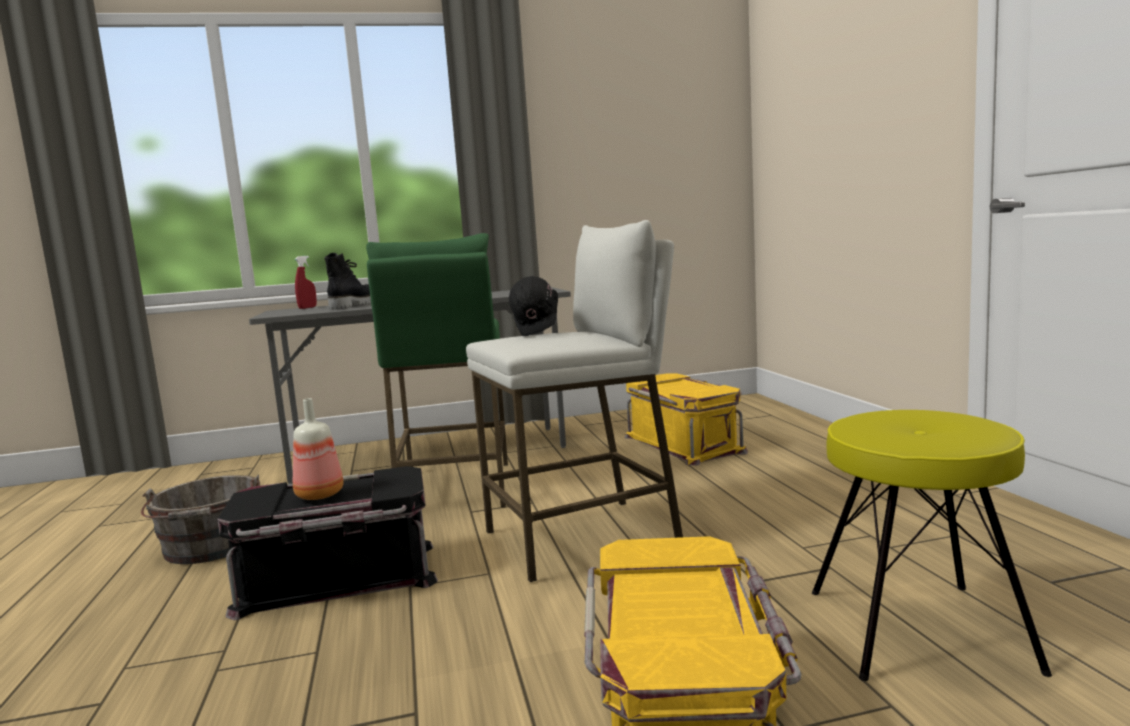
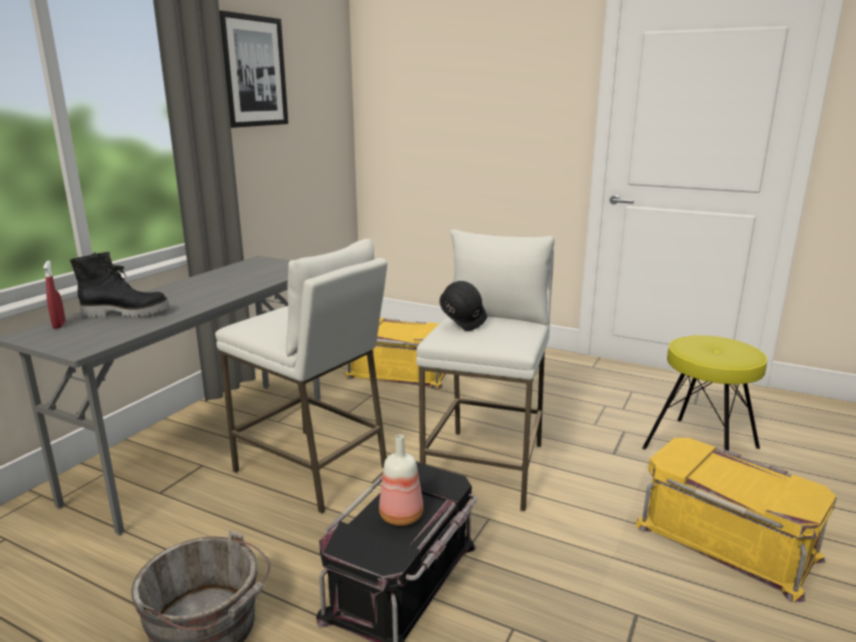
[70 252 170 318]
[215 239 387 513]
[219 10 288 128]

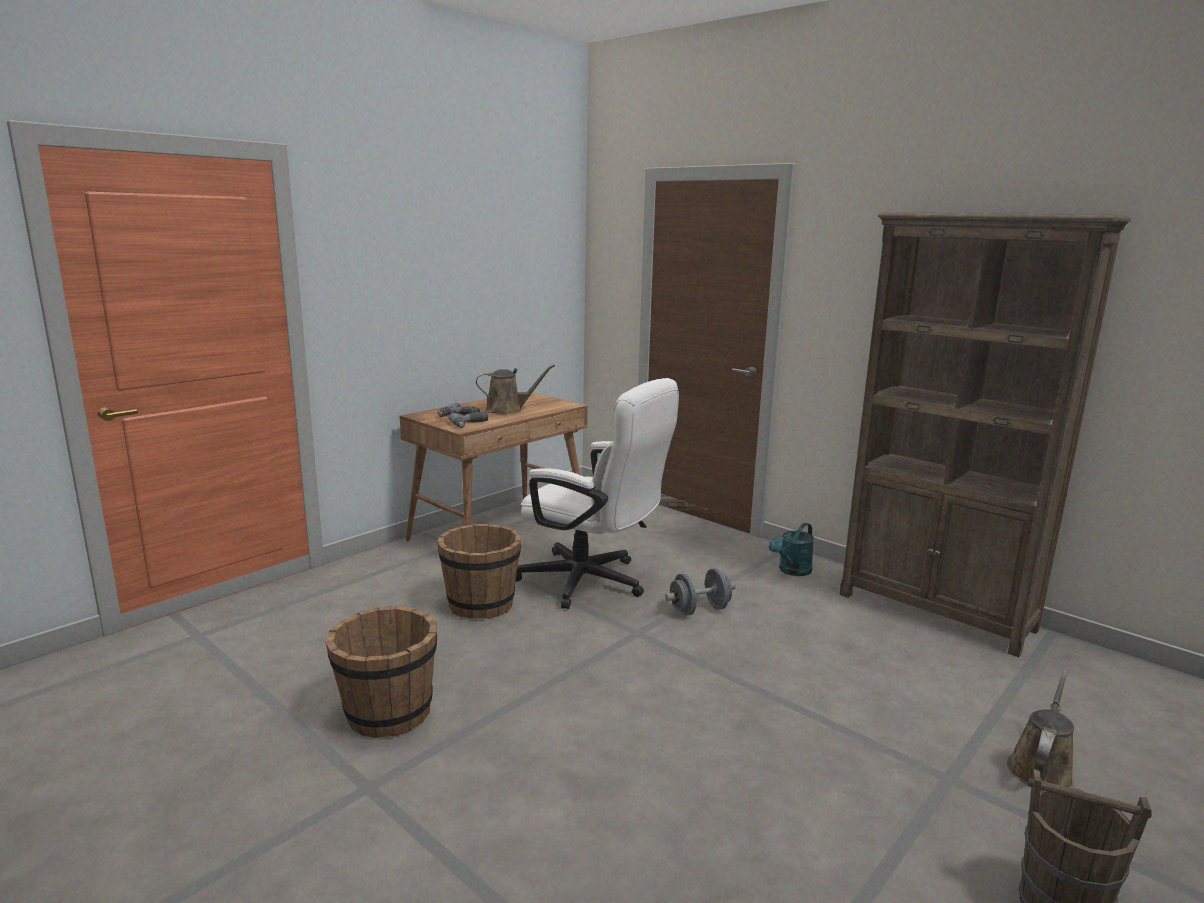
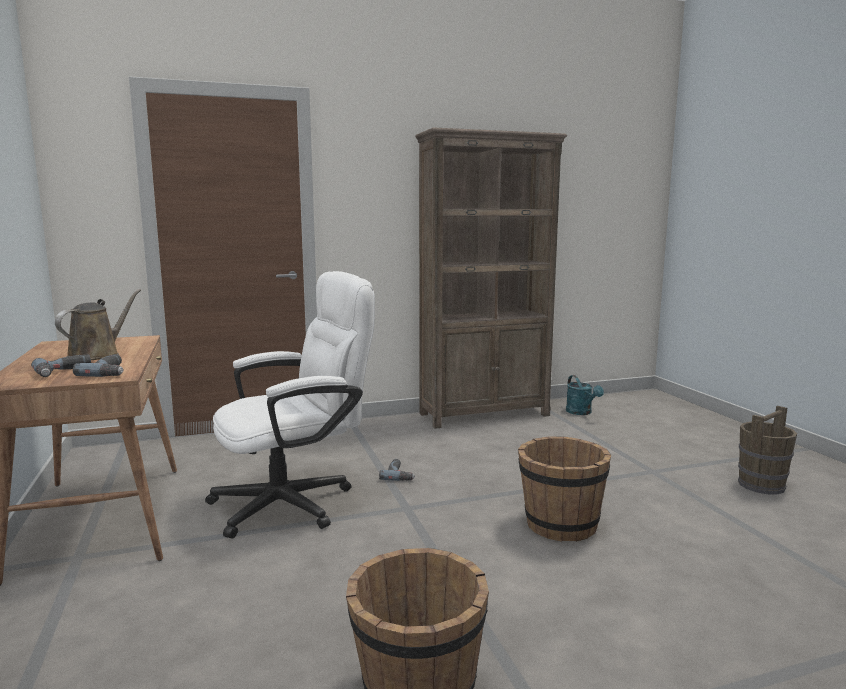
[518 436 611 542]
[379 459 415 481]
[566 375 604 415]
[1007 670 1074 788] (first image)

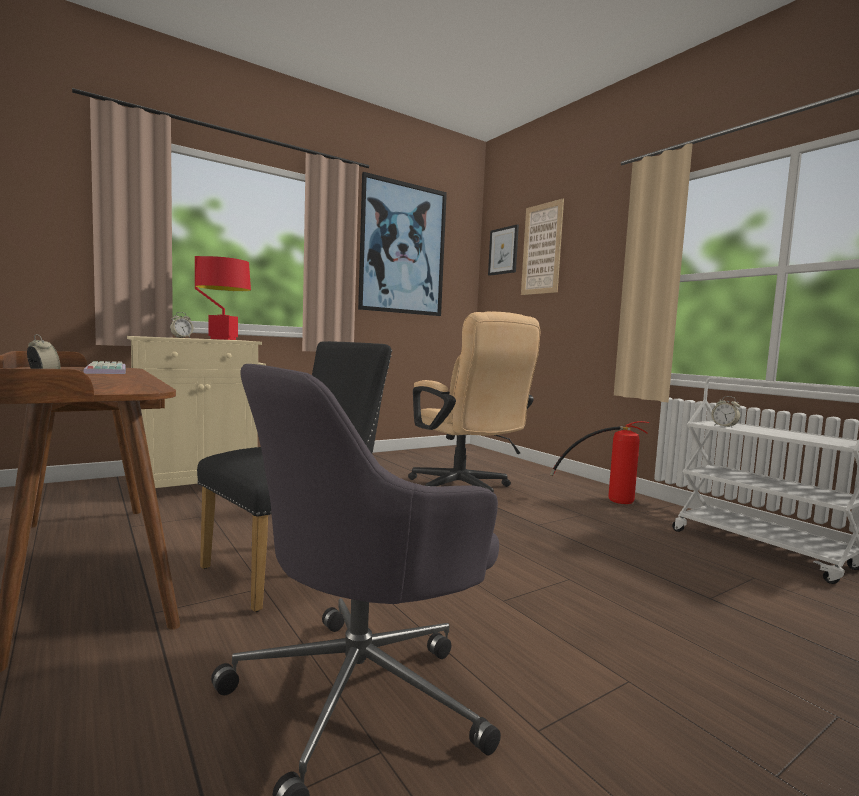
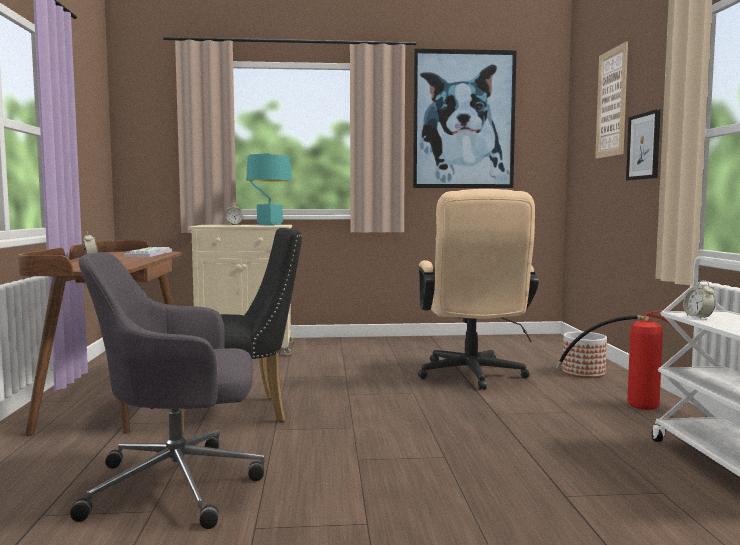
[246 153 292 225]
[626 109 661 180]
[562 332 607 378]

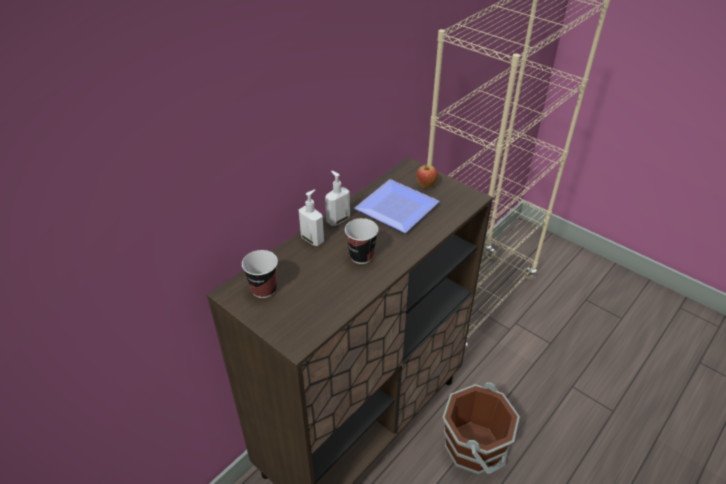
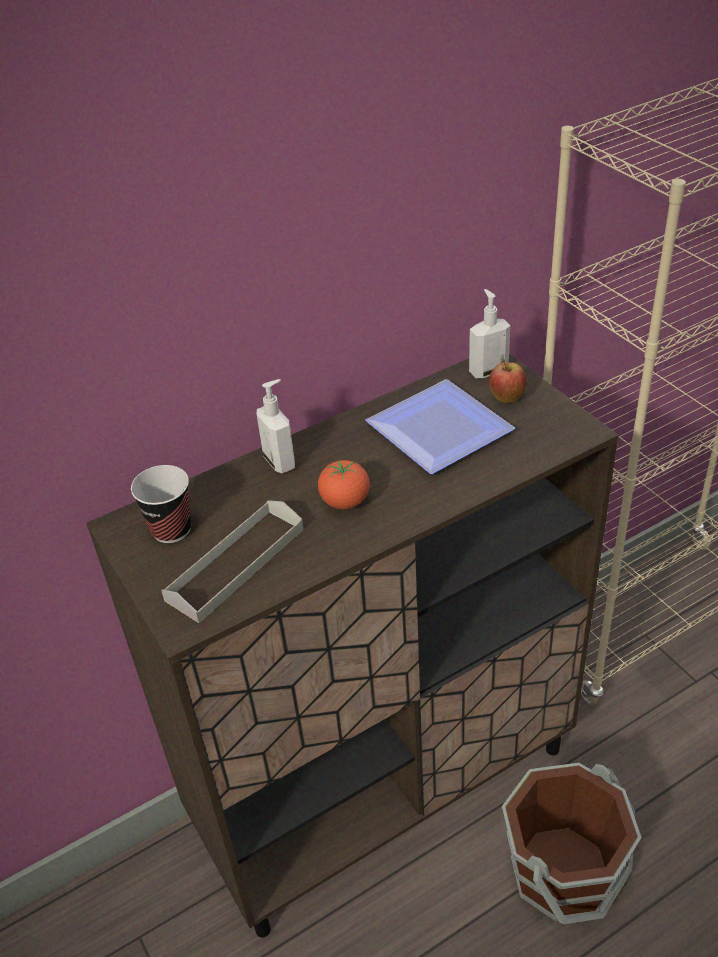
[469 289 510 378]
[318 459 370 509]
[161 500 304 623]

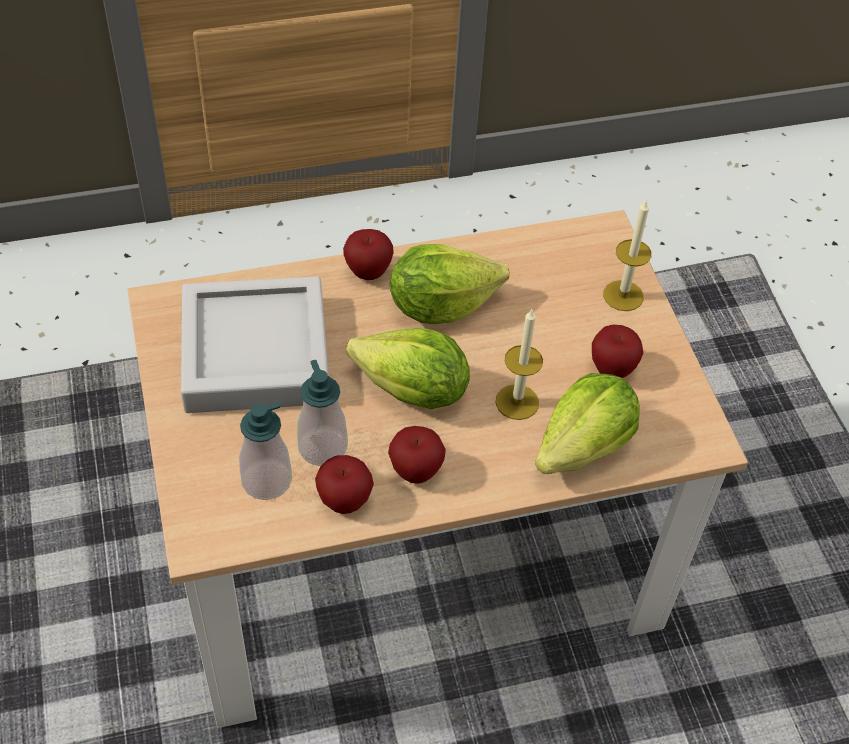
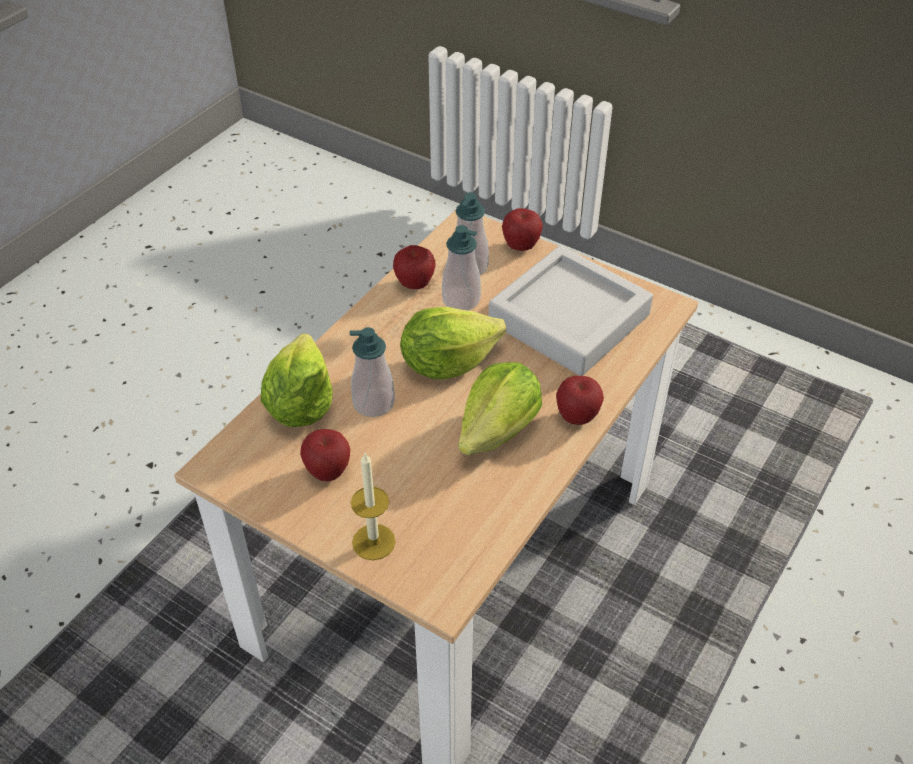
[502 208 543 251]
[349 327 395 417]

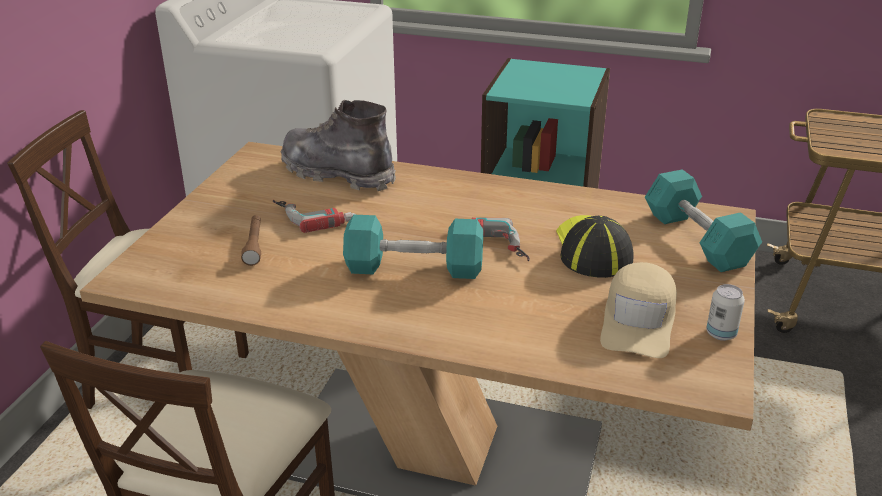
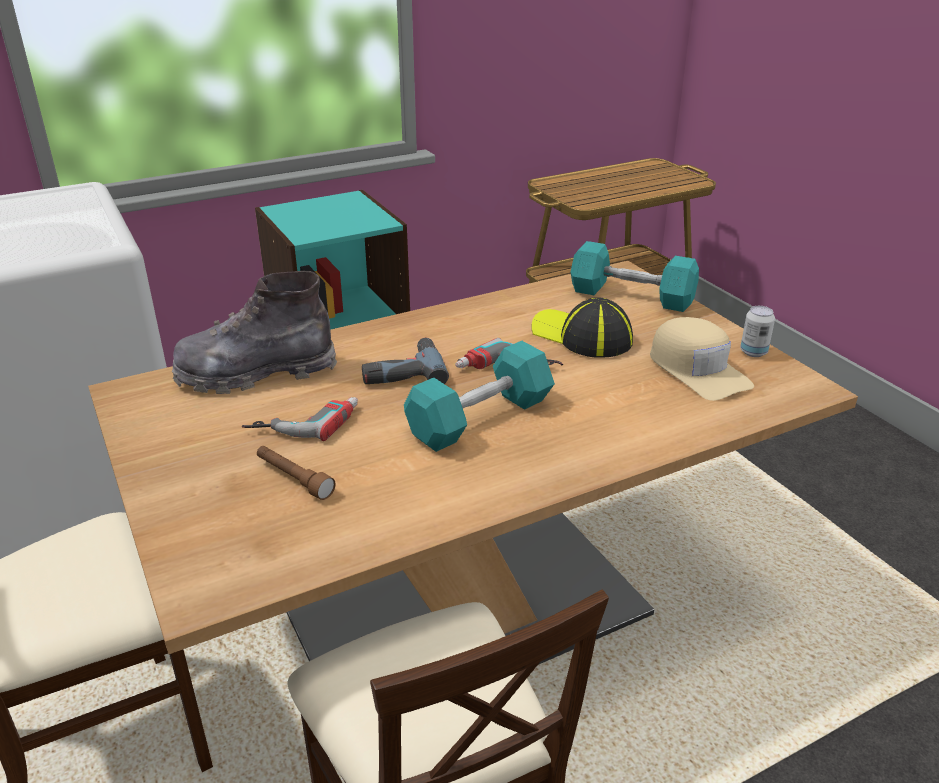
[362 338 449 384]

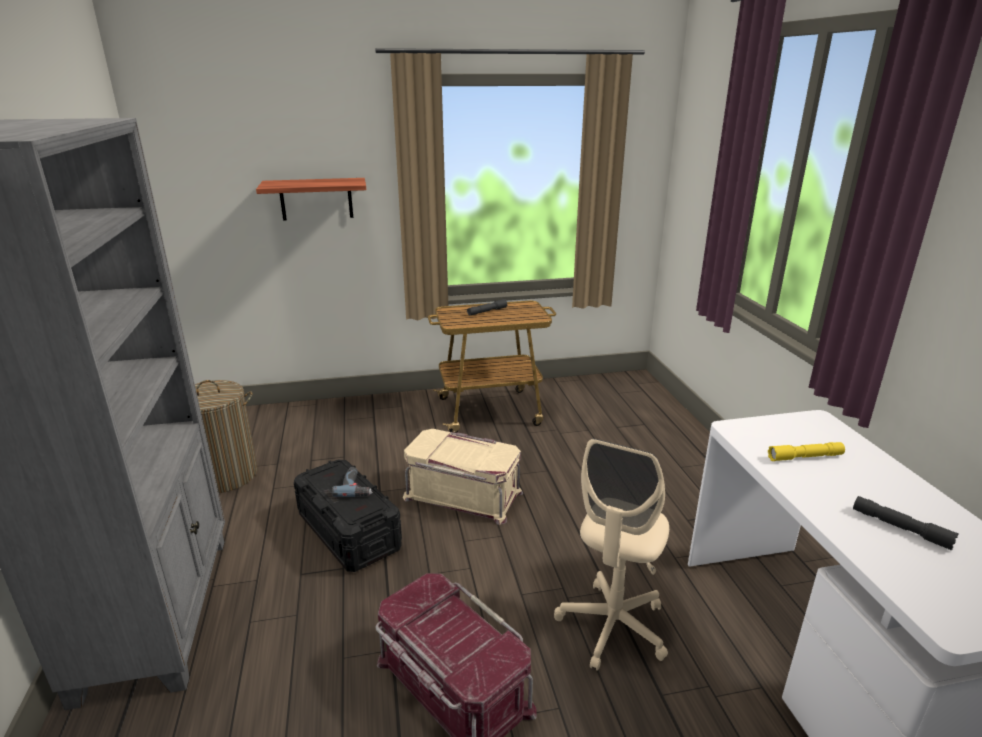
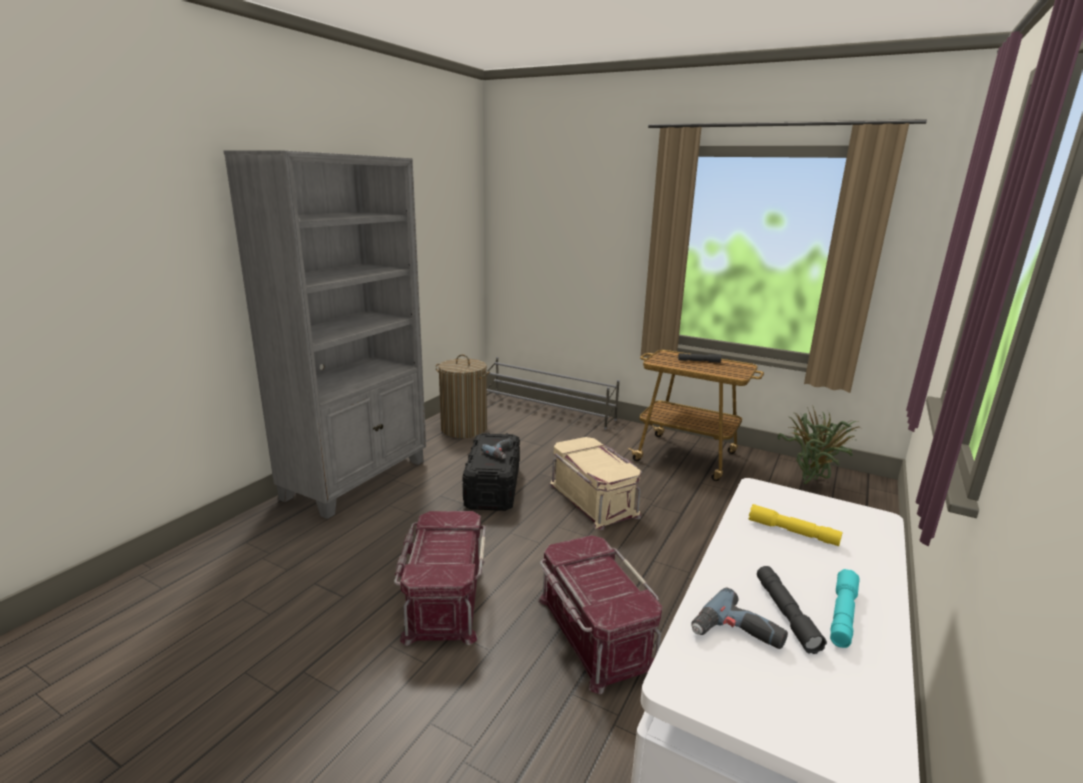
[256 178 366 221] (first image)
[538 535 663 694]
[487 357 620 430]
[691 588 788 649]
[778 405 861 484]
[830 569 860 648]

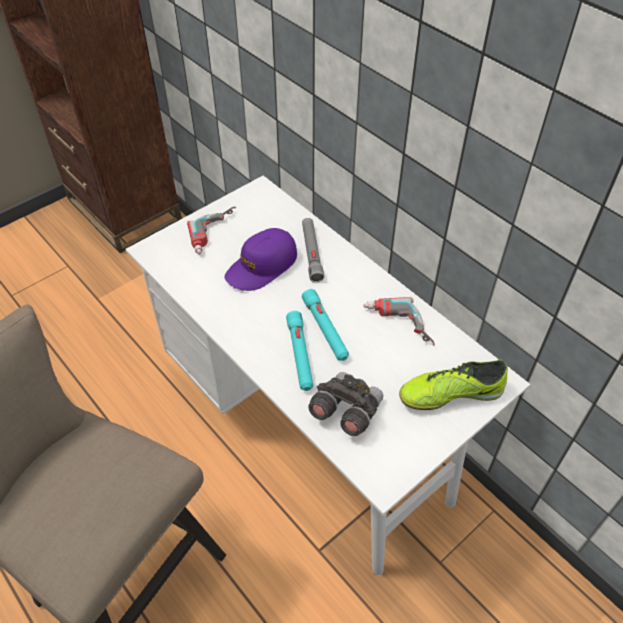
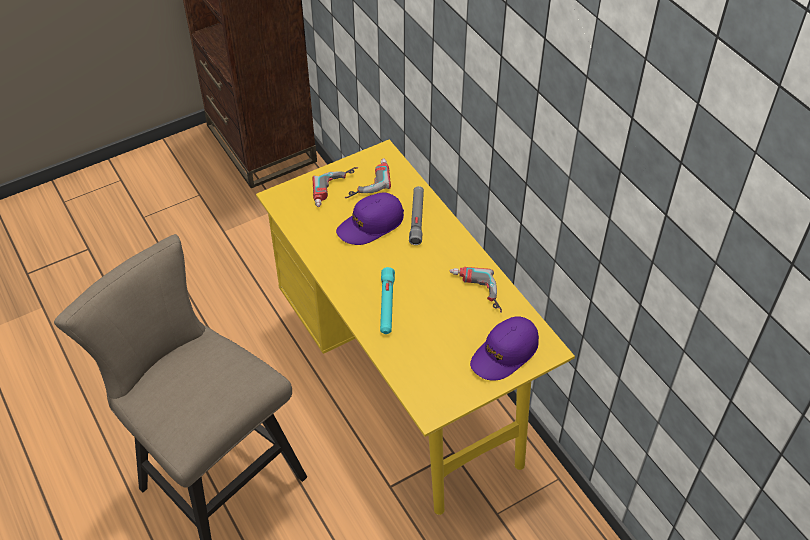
[256 139 575 515]
[302 289 349 361] (first image)
[308 372 383 436] (first image)
[470 316 539 381]
[345 158 391 198]

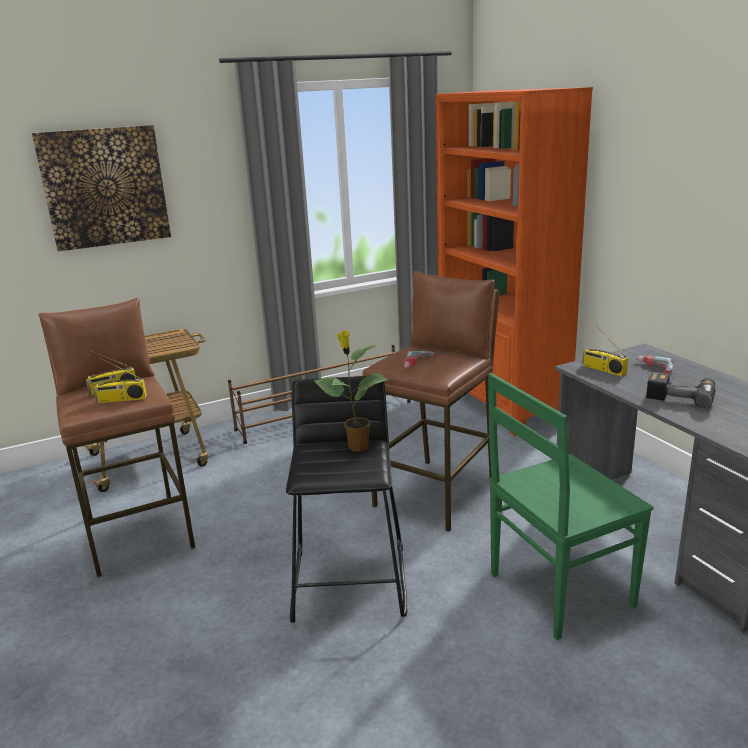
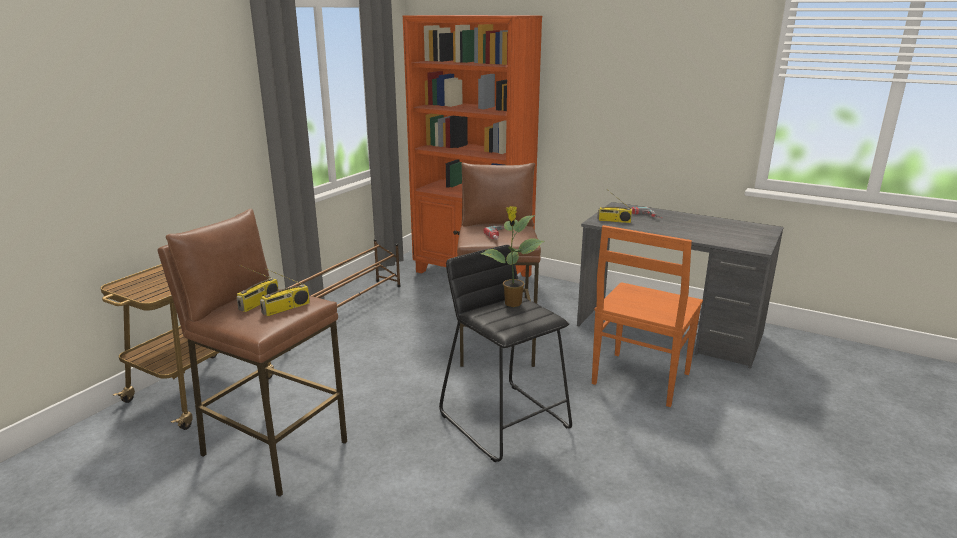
[32 125 171 251] (first image)
[592 225 703 407]
[646 372 716 408] (first image)

